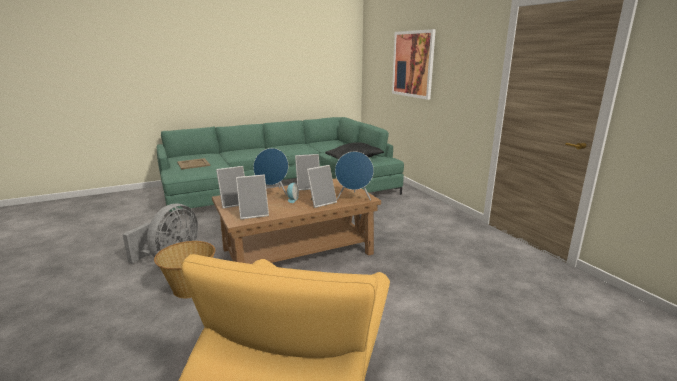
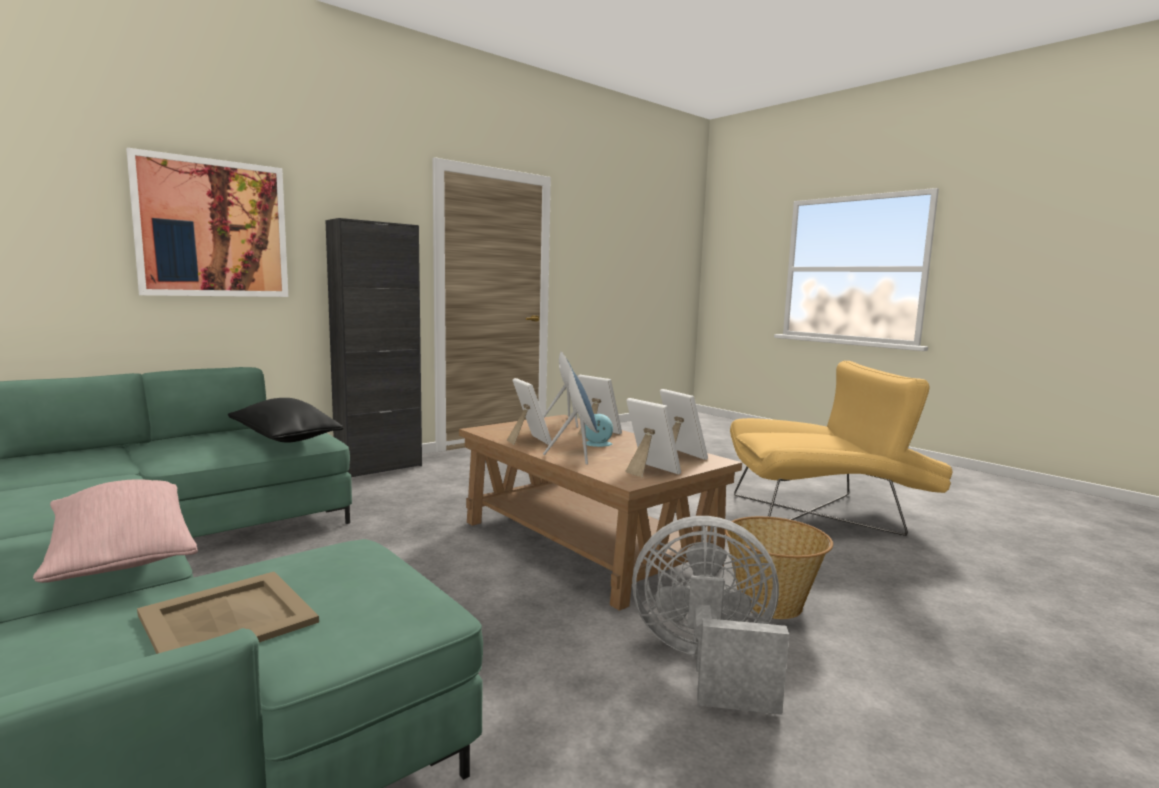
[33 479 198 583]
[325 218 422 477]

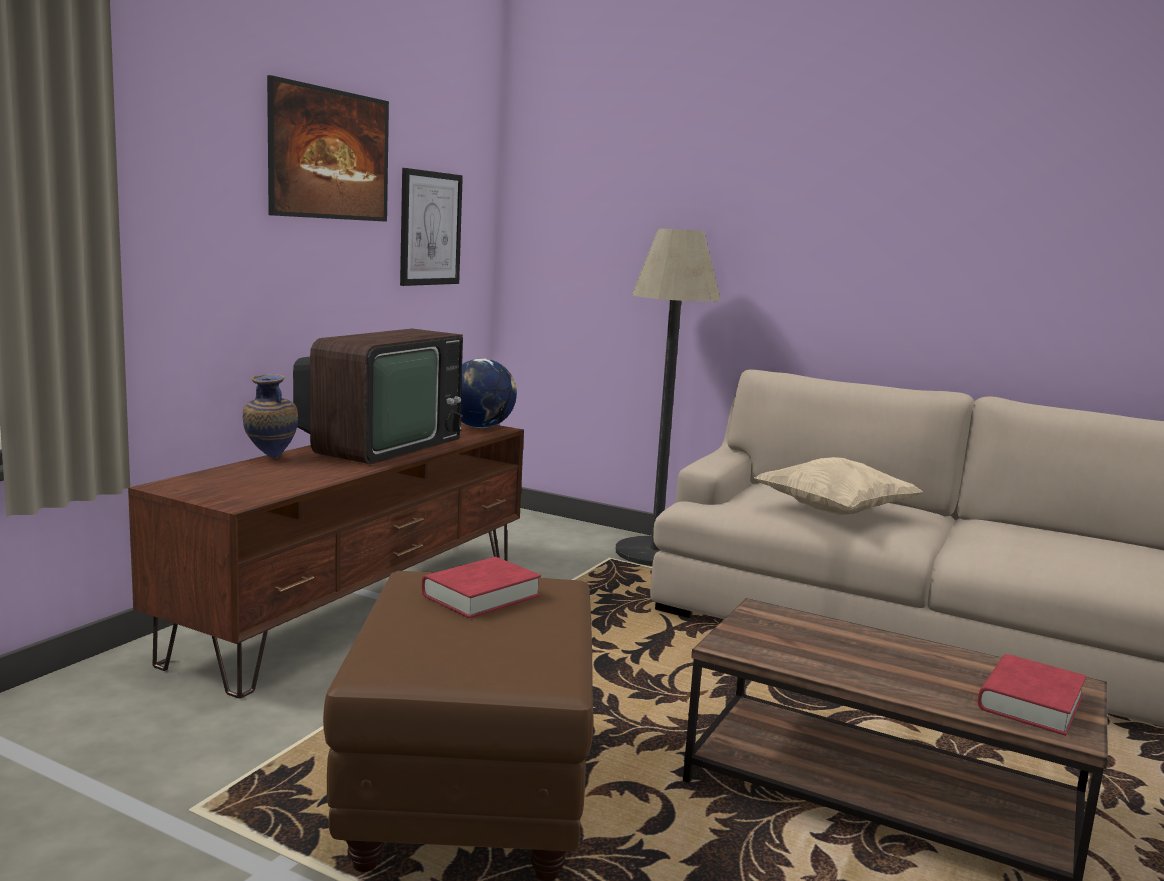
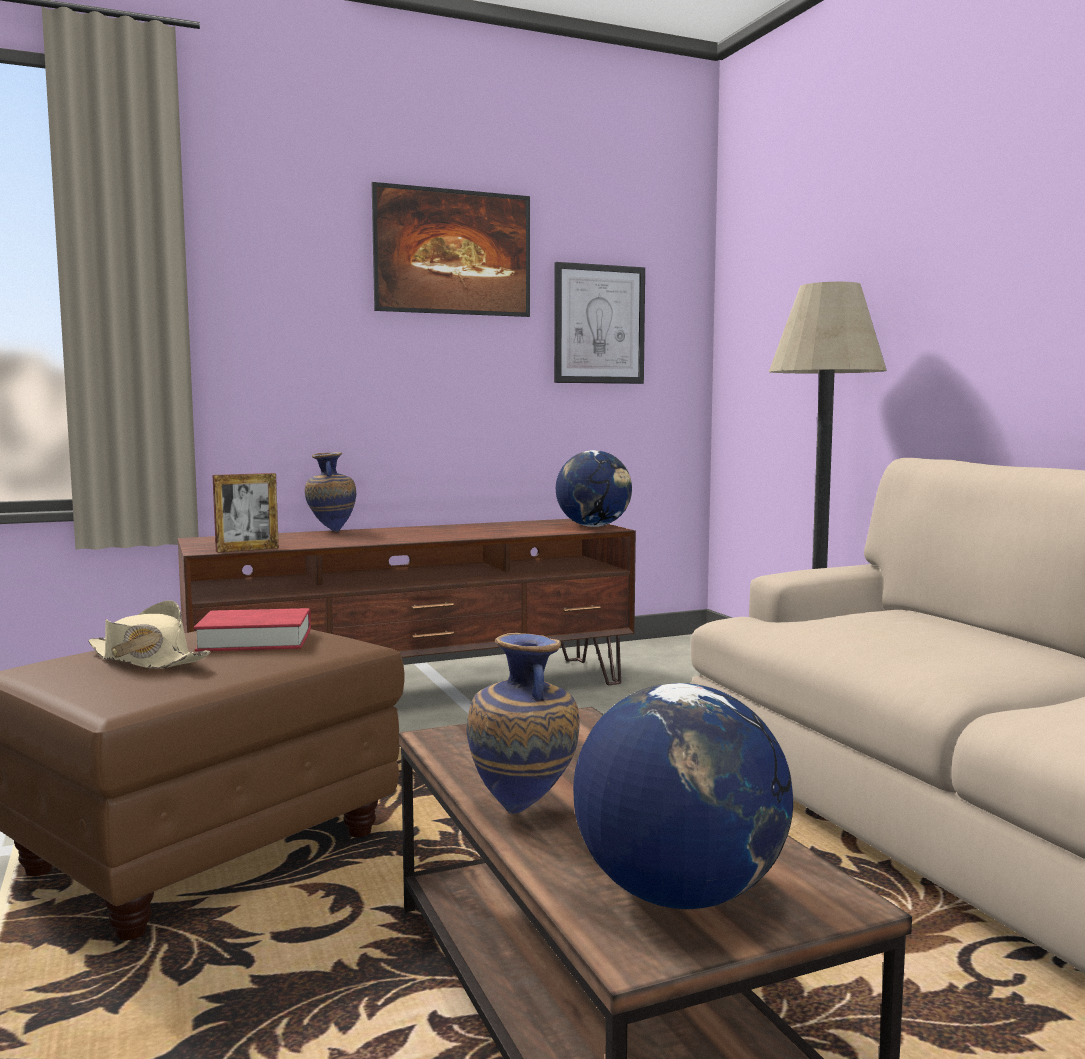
[293 329 463 464] (first image)
[754 457 923 515] (first image)
[573 683 793 909]
[88 600 211 669]
[212 473 279 553]
[466 633 579 814]

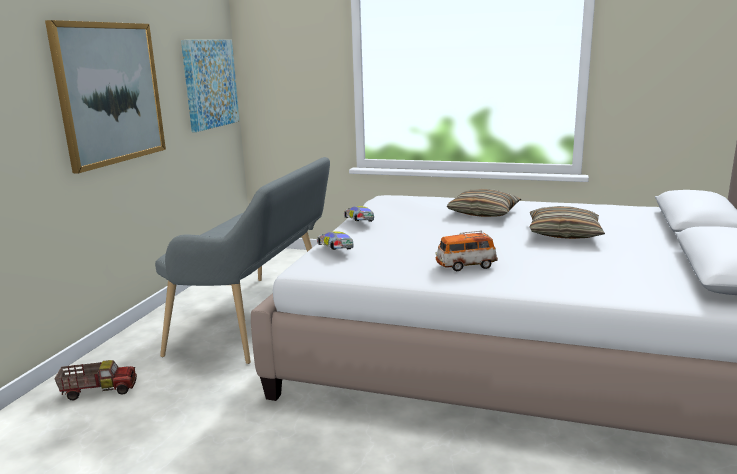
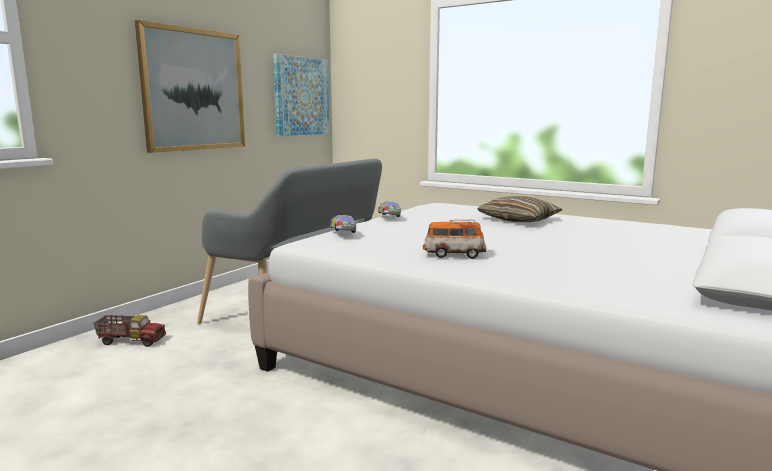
[529 206 605 239] (first image)

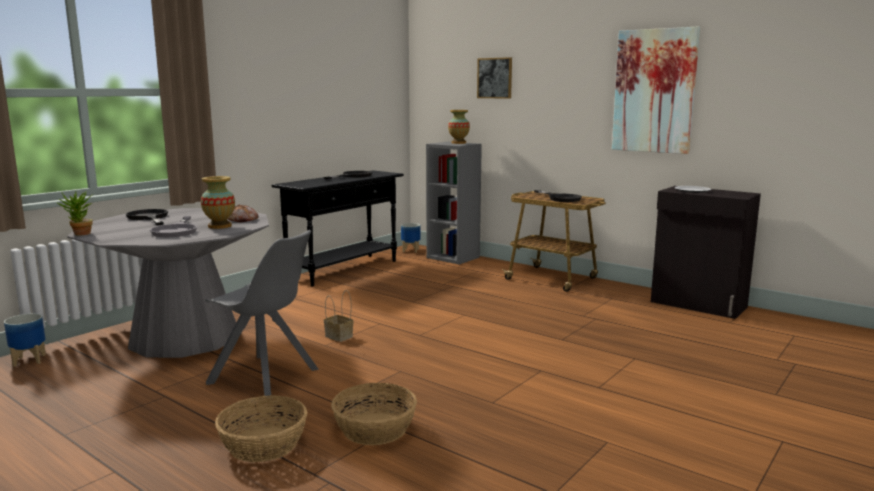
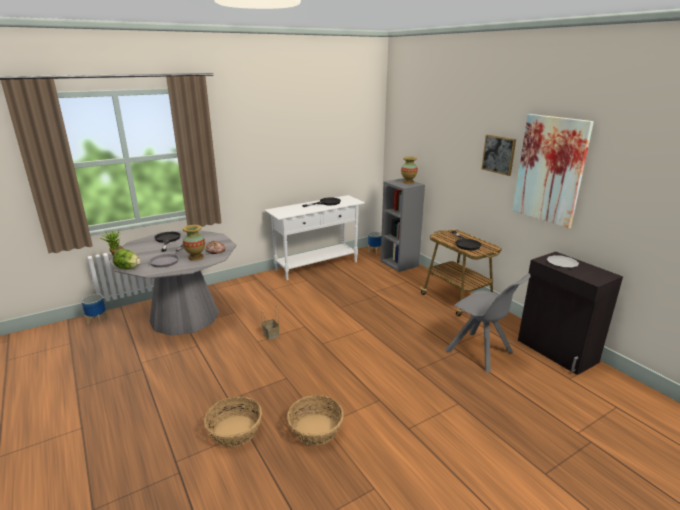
[445 274 531 373]
[287 395 344 445]
[265 195 365 280]
[482 135 516 176]
[113 249 141 269]

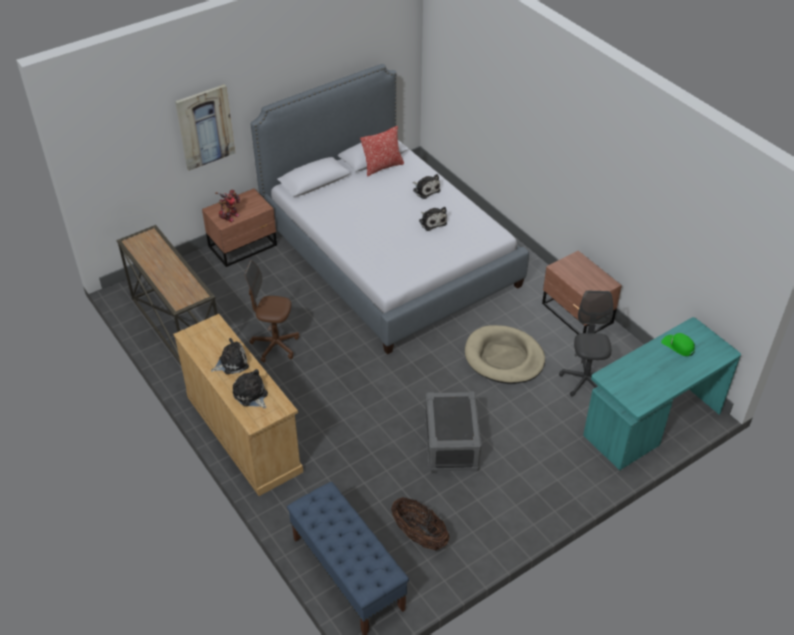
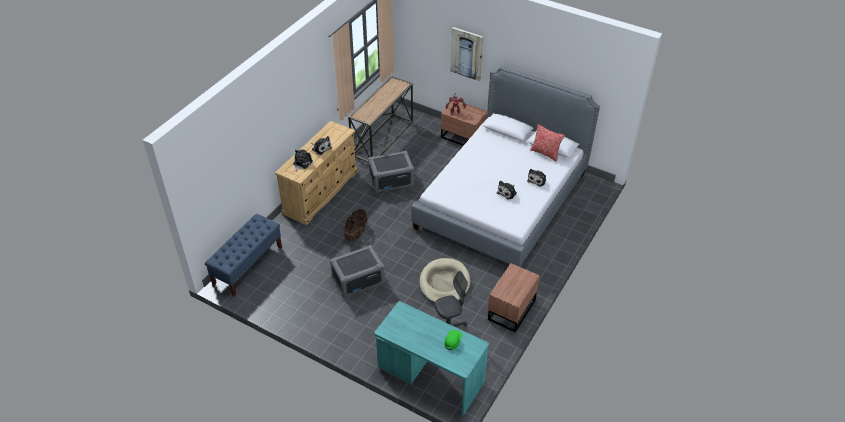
[368 151 414 193]
[344 209 367 241]

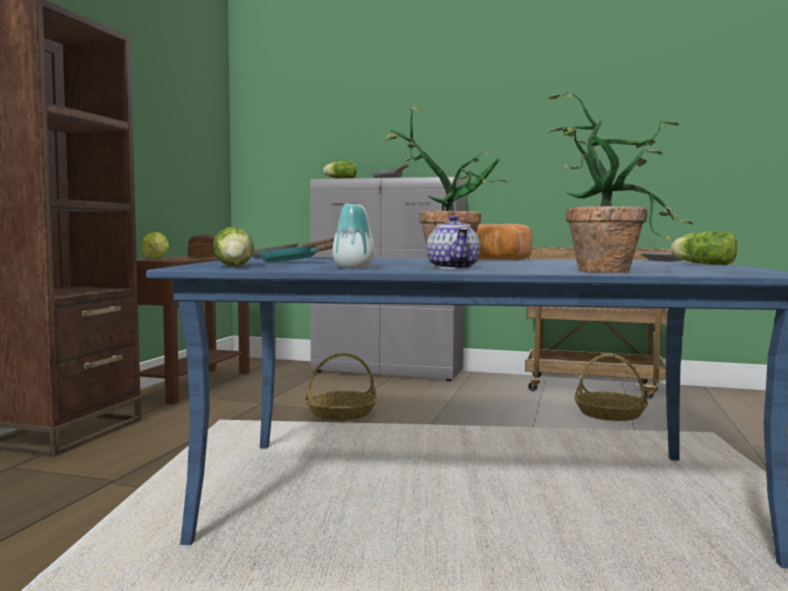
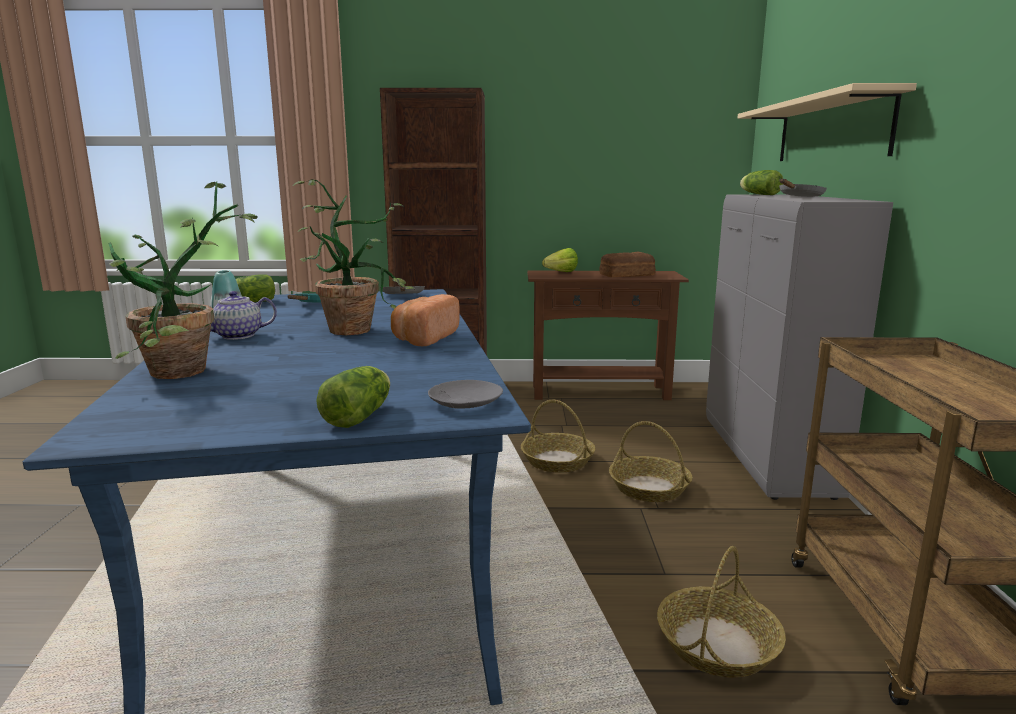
[609 421 692 502]
[738 83 917 161]

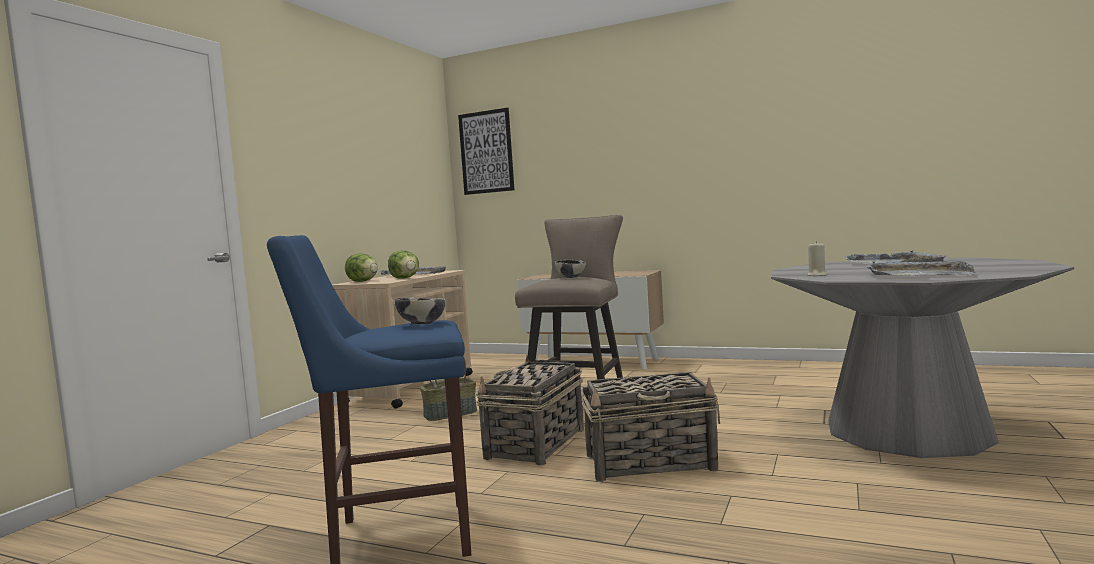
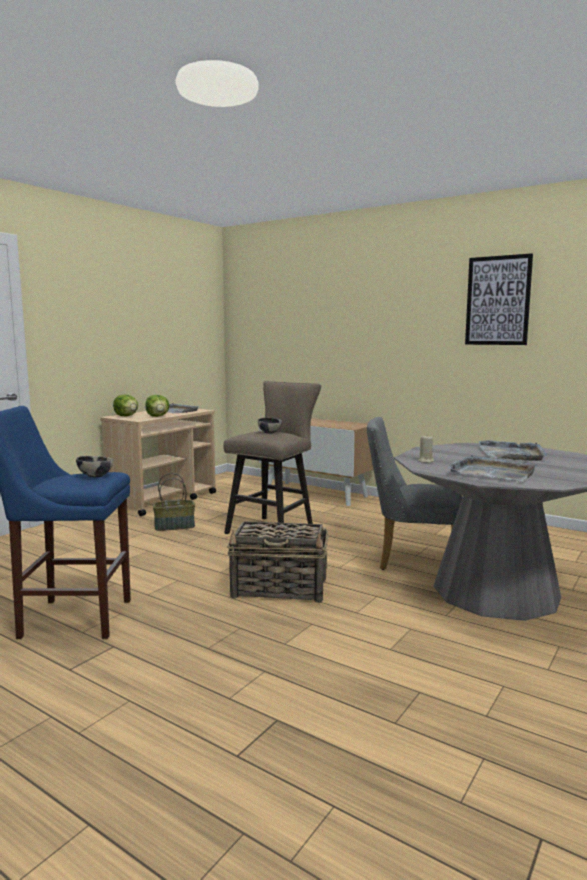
[465 253 533 345]
[476 356 584 465] (first image)
[367 417 462 570]

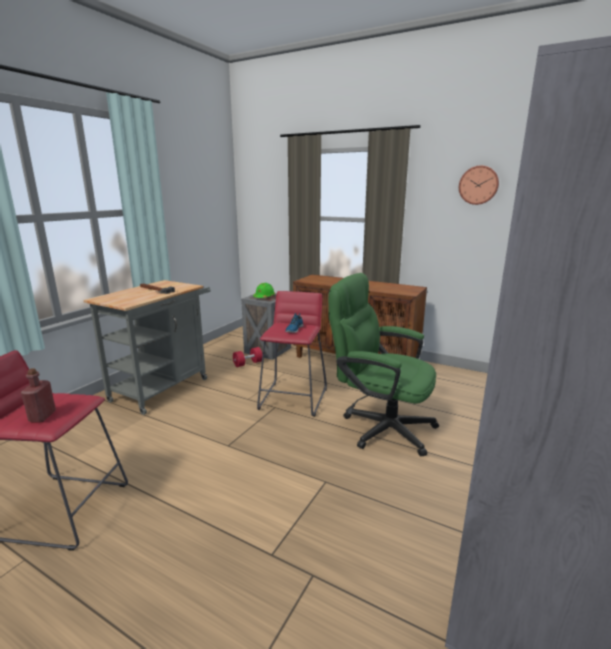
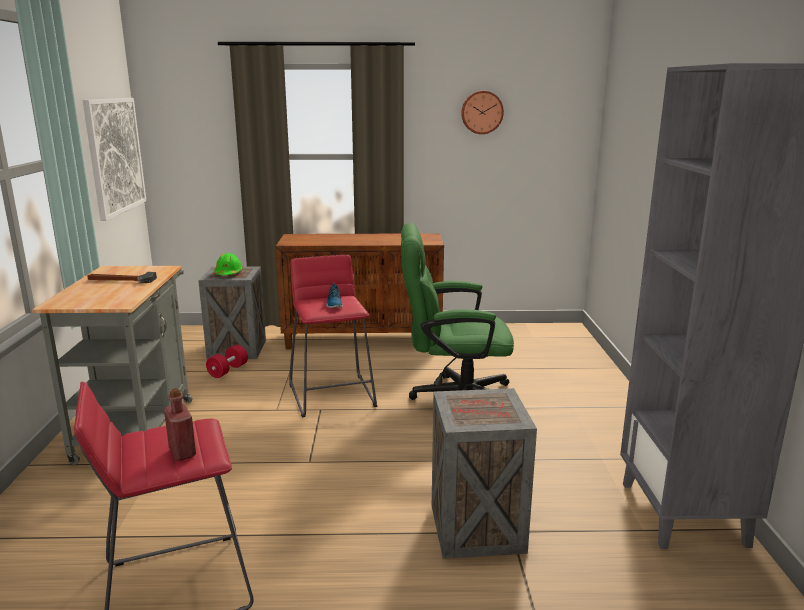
[83 98 146 221]
[432 388 537 559]

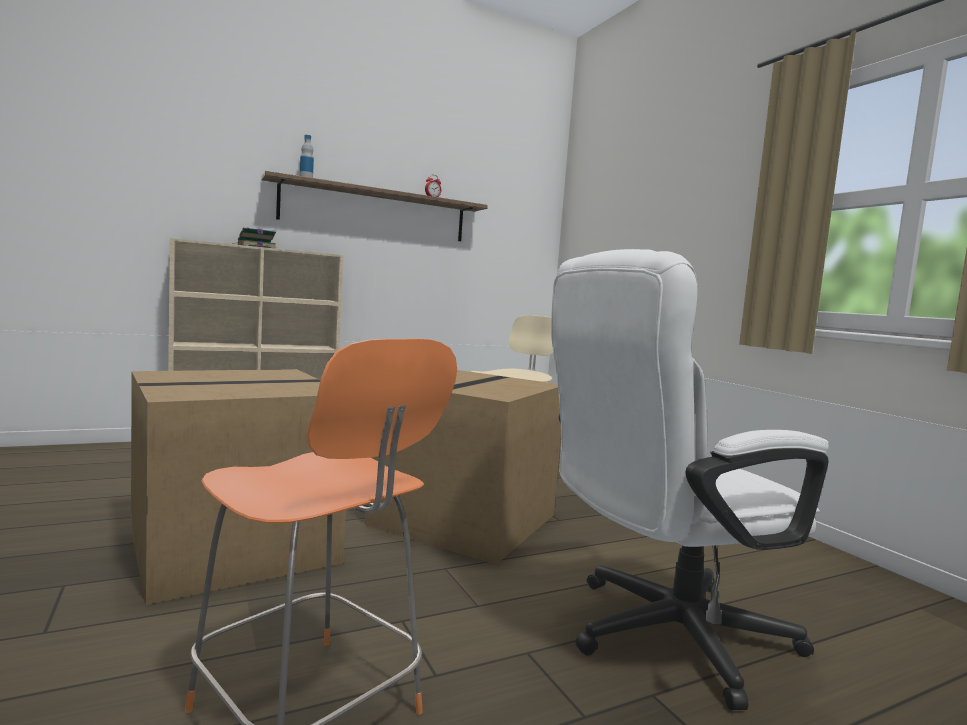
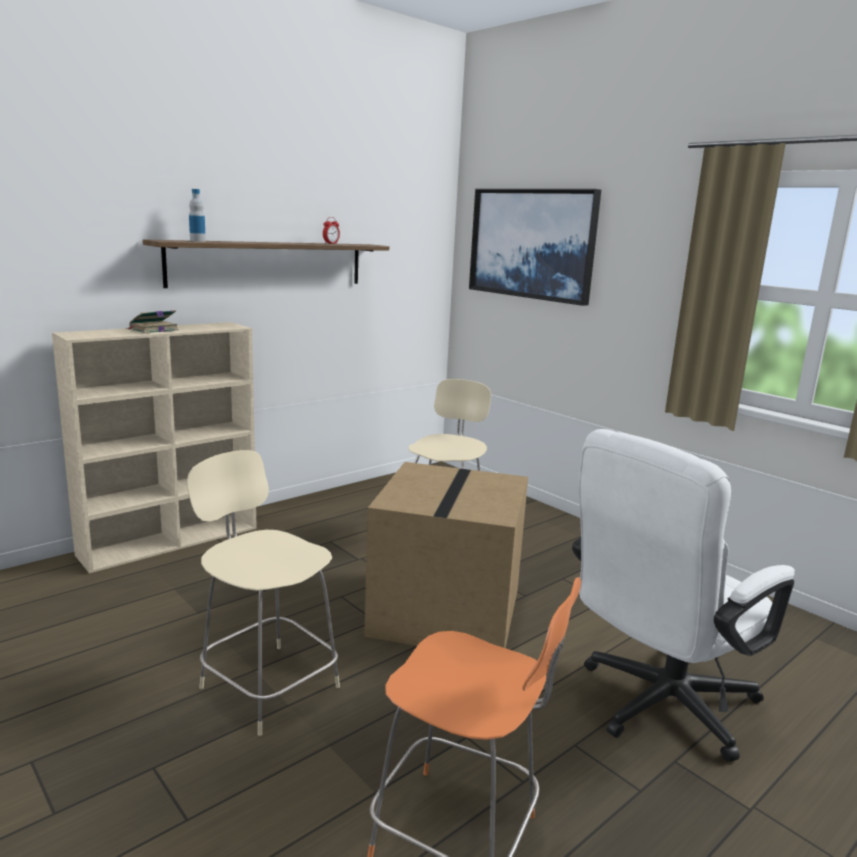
[187 450 340 736]
[469 189 601 306]

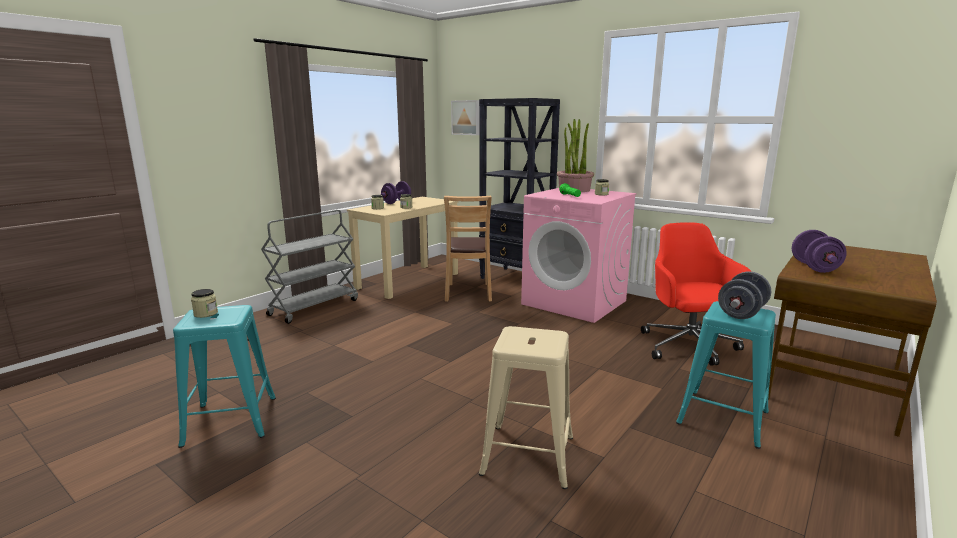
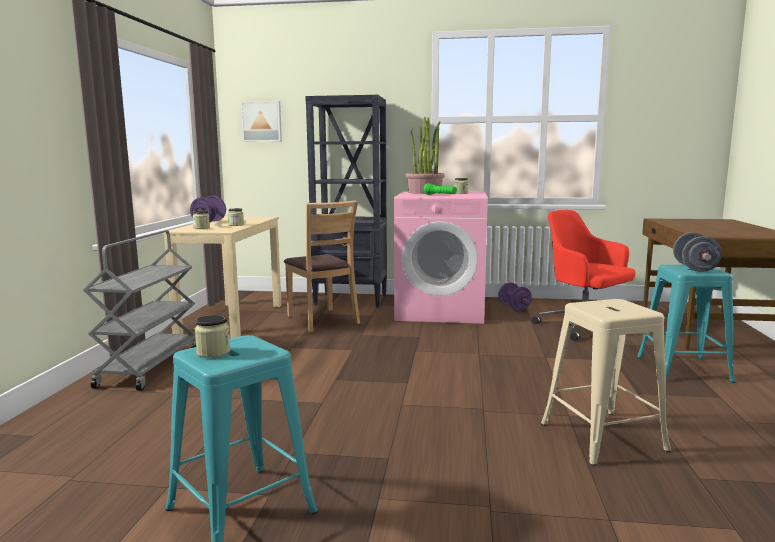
[498 282 532 311]

